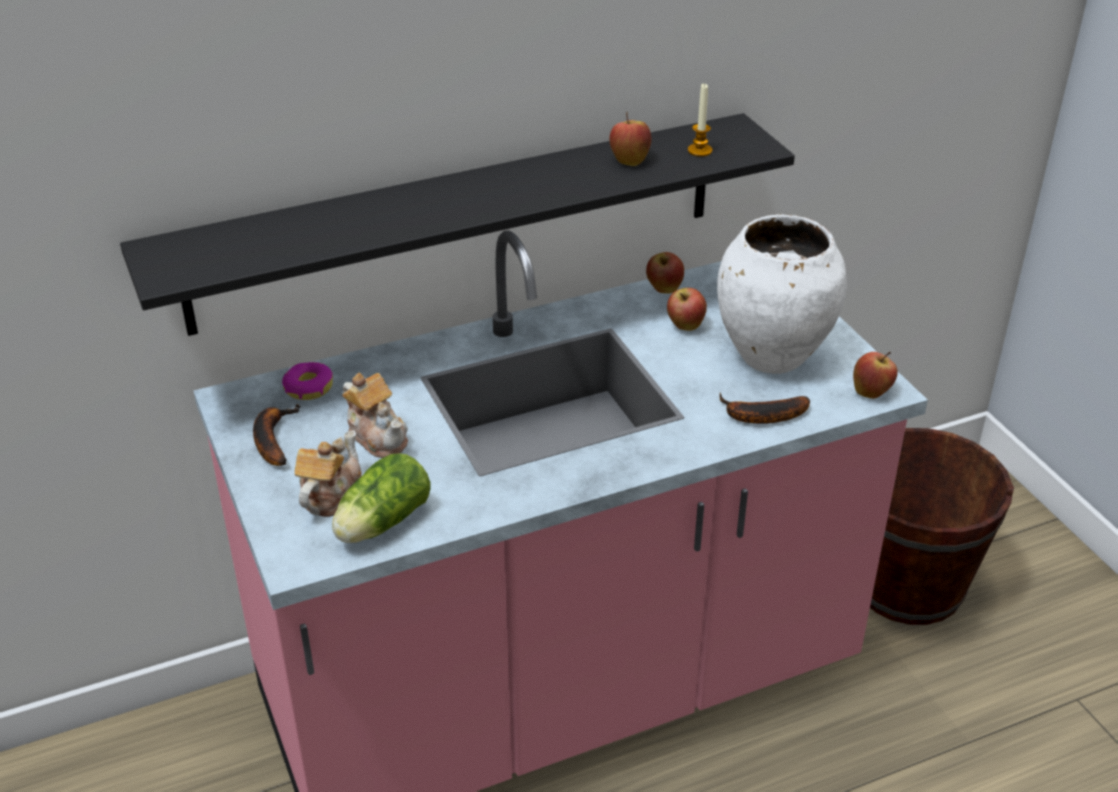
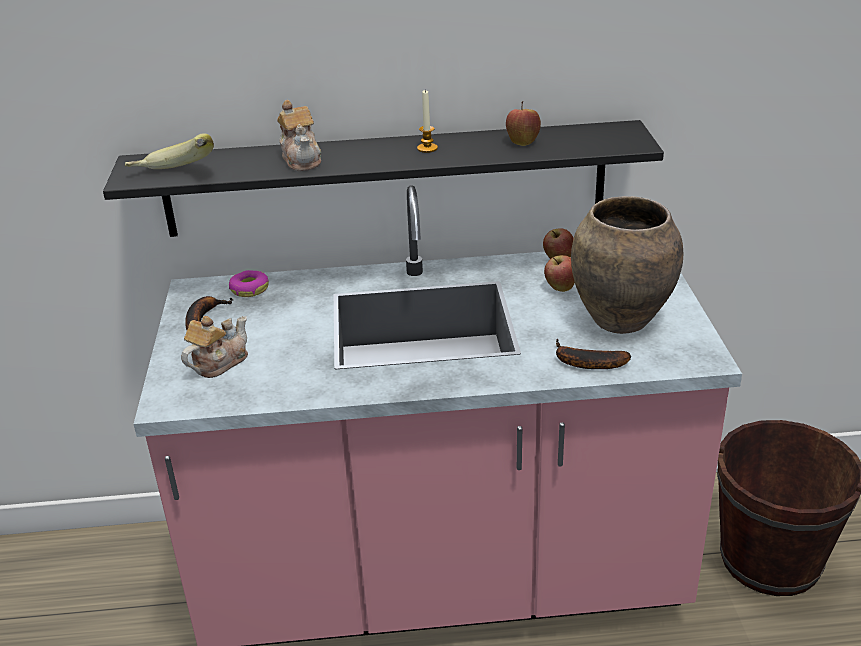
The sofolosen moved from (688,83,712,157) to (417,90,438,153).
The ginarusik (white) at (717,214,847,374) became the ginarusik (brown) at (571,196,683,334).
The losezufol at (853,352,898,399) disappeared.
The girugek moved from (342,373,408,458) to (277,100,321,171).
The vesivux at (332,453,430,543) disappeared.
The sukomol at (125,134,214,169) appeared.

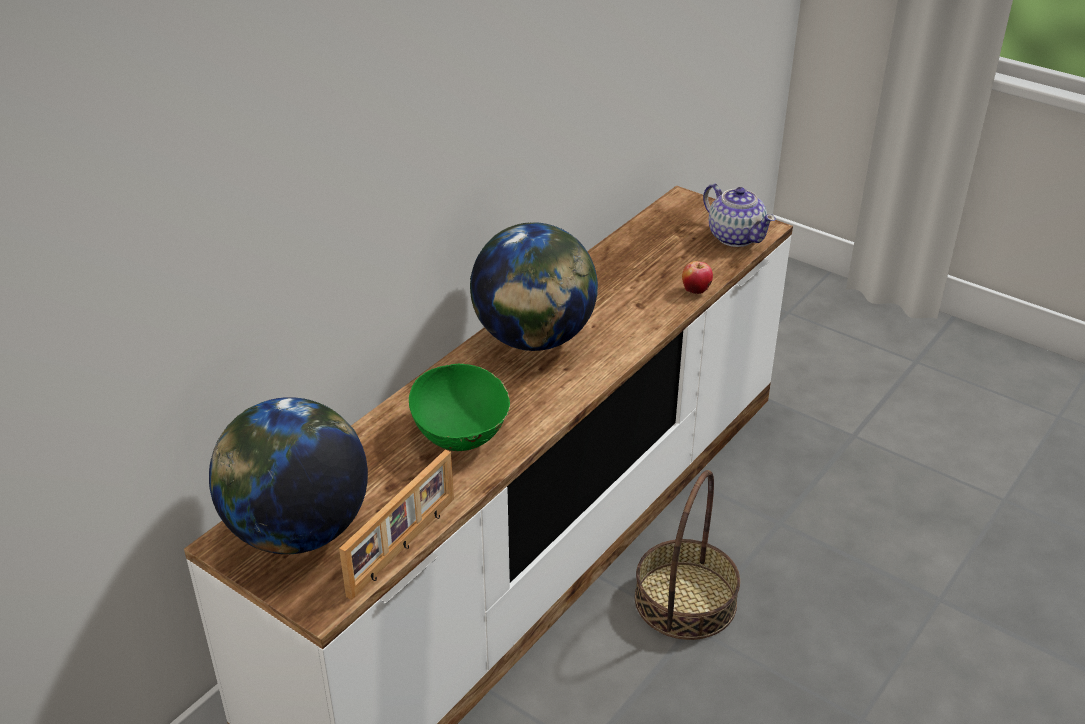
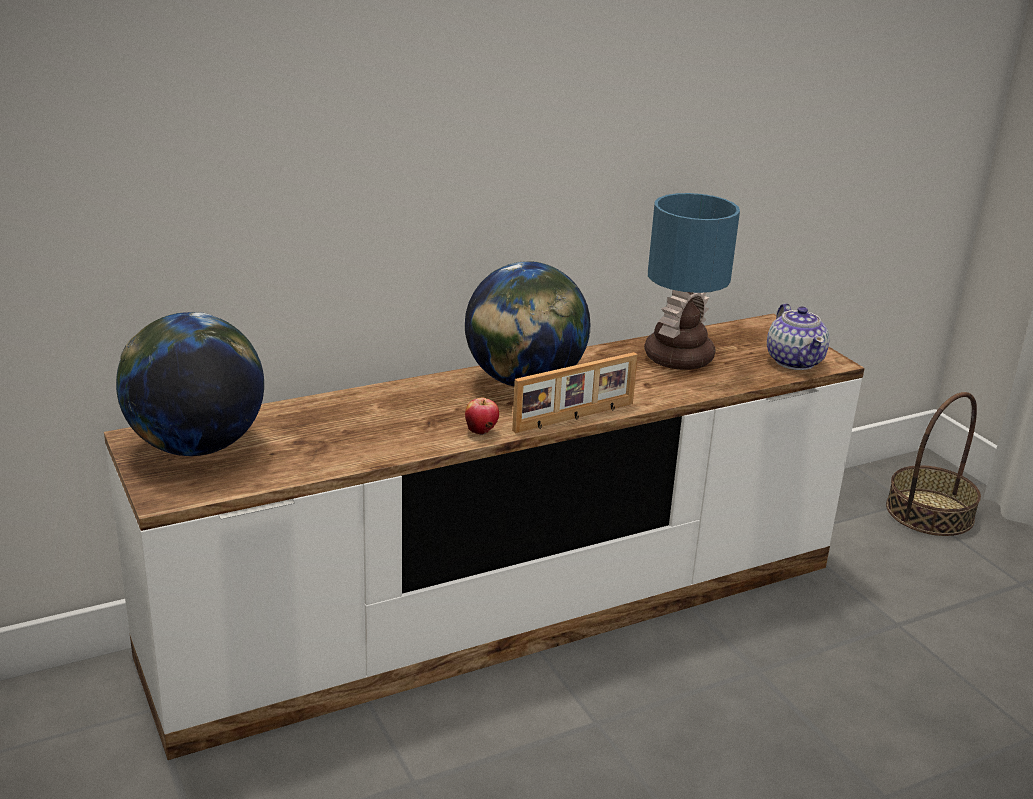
The losezufol moved from (682,261,713,294) to (465,398,499,435).
The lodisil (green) at (409,364,510,451) disappeared.
The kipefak moved from (339,449,454,600) to (512,352,638,433).
The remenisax moved from (635,470,740,640) to (886,392,981,536).
The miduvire at (644,193,740,370) appeared.

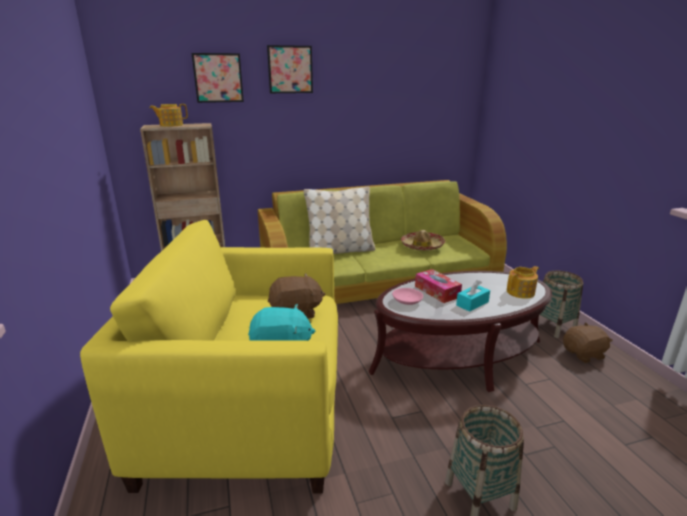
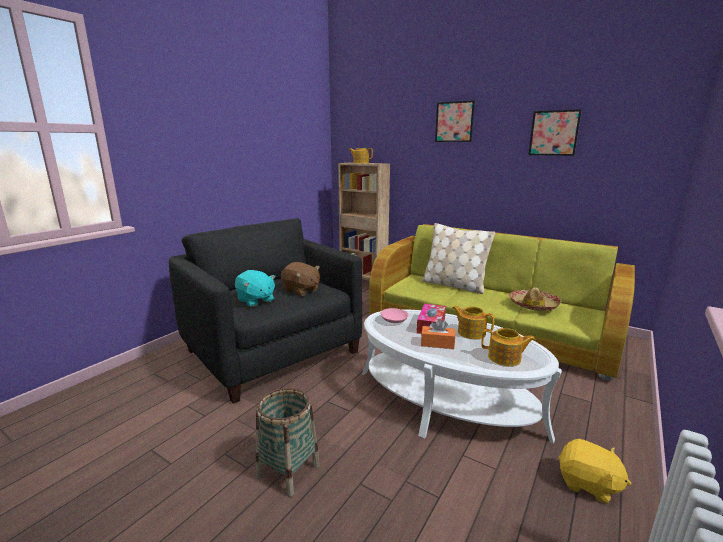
The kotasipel moved from (192,53,244,103) to (528,109,582,156).
The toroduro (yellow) at (80,220,338,494) became the toroduro (black) at (169,218,362,404).
The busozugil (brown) at (369,271,552,392) became the busozugil (white) at (362,309,562,444).
The remenisax at (539,271,583,338) disappeared.
The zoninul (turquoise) at (456,280,490,312) became the zoninul (orange) at (421,319,455,349).
The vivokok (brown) at (563,322,613,363) became the vivokok (yellow) at (558,439,631,504).
The girugek at (452,305,495,339) appeared.

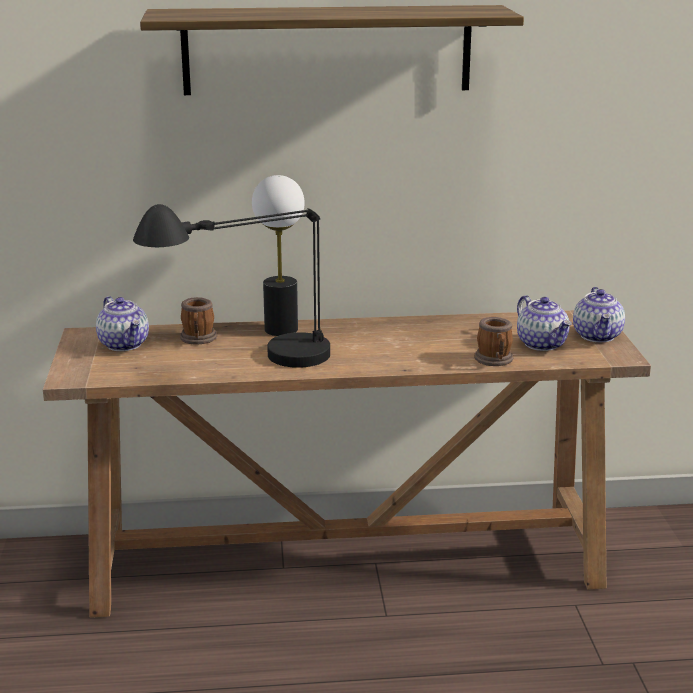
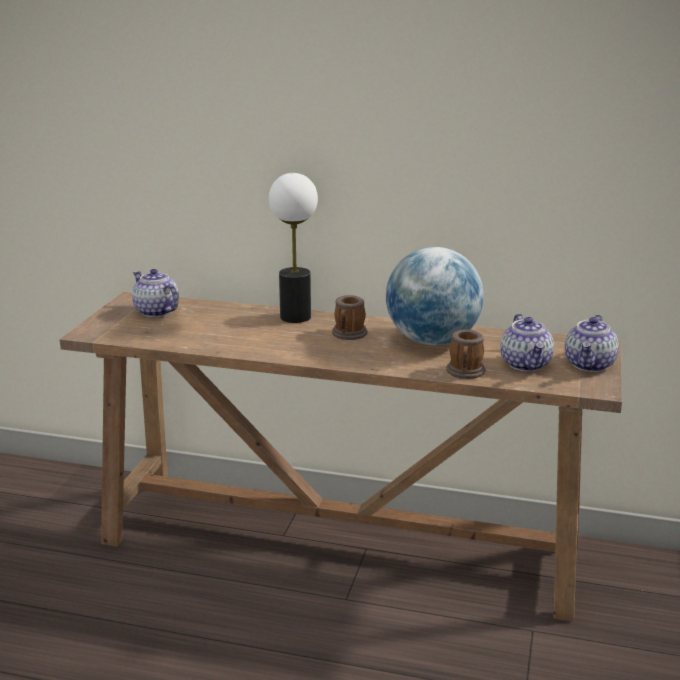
The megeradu at (140,5,524,95) disappeared.
The miduvire (black) at (133,204,330,368) disappeared.
The girugek at (96,296,149,351) turned 150 degrees clockwise.
The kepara moved from (180,297,217,344) to (332,295,367,340).
The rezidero at (386,247,484,345) appeared.

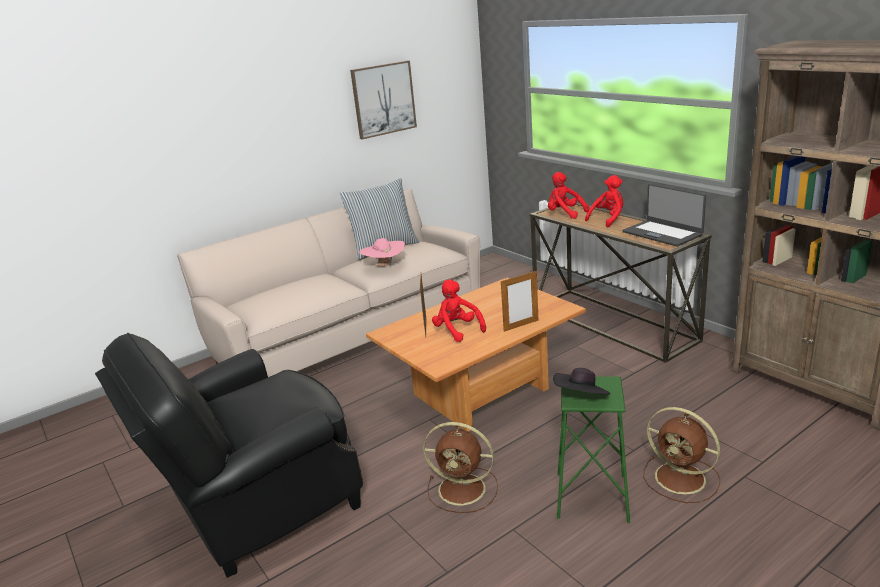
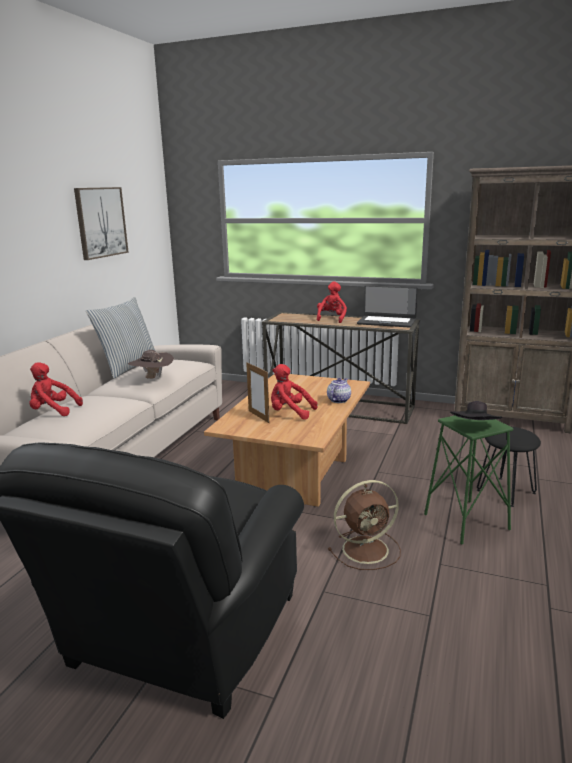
The vivokok (red) moved from (548,172,589,219) to (30,362,83,416).
The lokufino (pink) at (359,238,405,267) became the lokufino (brown) at (128,350,174,379).
The kipefak at (501,271,538,332) was replaced by the girugek at (327,378,351,403).
The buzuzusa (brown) at (643,407,720,503) was replaced by the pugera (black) at (477,427,541,507).

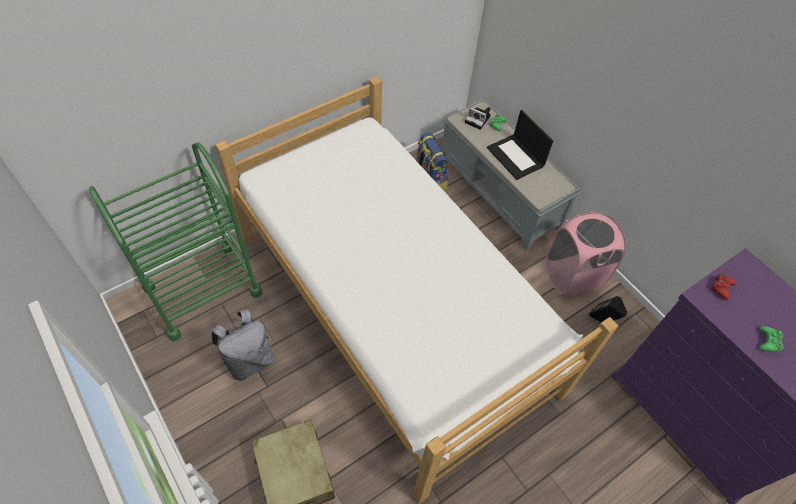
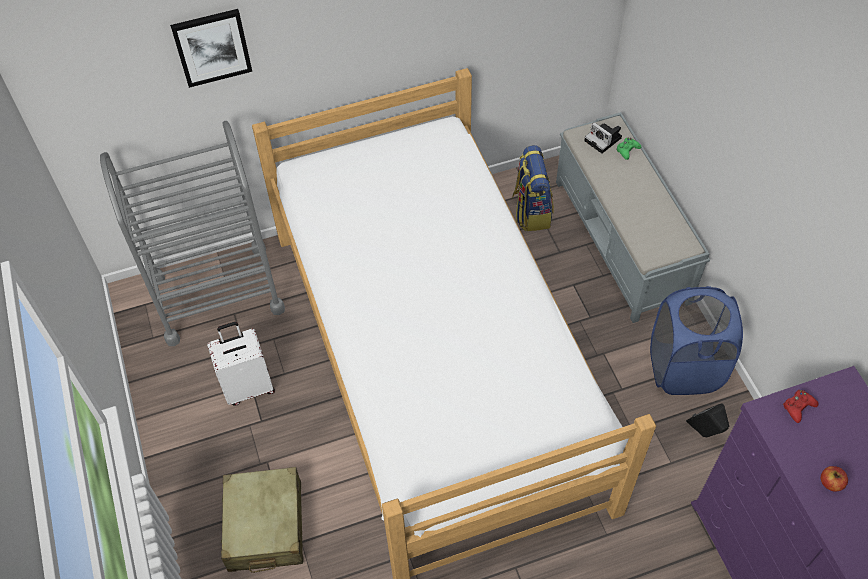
The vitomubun at (487,110,553,180) disappeared.
The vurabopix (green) at (89,143,262,341) became the vurabopix (grey) at (100,121,285,346).
The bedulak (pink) at (545,212,626,297) became the bedulak (blue) at (650,286,743,395).
The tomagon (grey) at (212,310,274,381) was replaced by the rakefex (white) at (207,322,275,405).
The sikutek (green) at (760,326,784,352) was replaced by the losezufol at (821,466,848,492).
The kotasipel at (170,9,252,88) appeared.

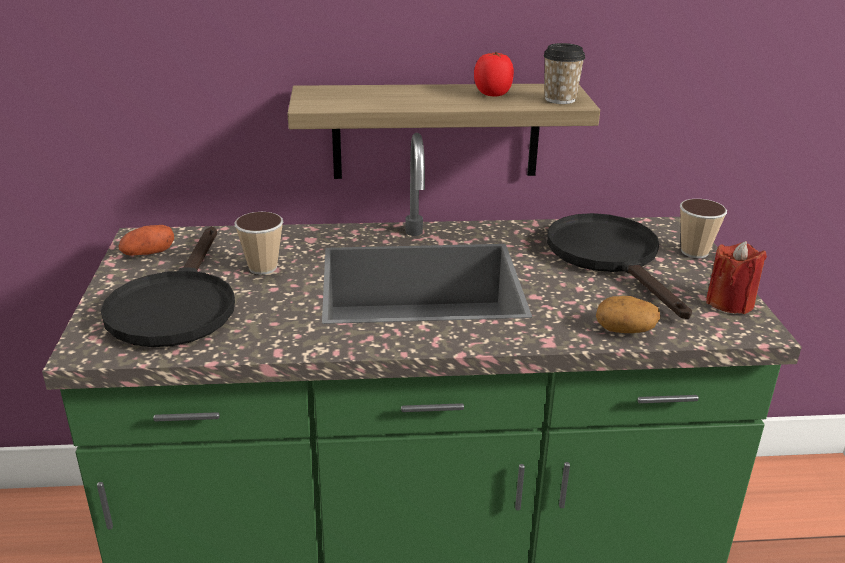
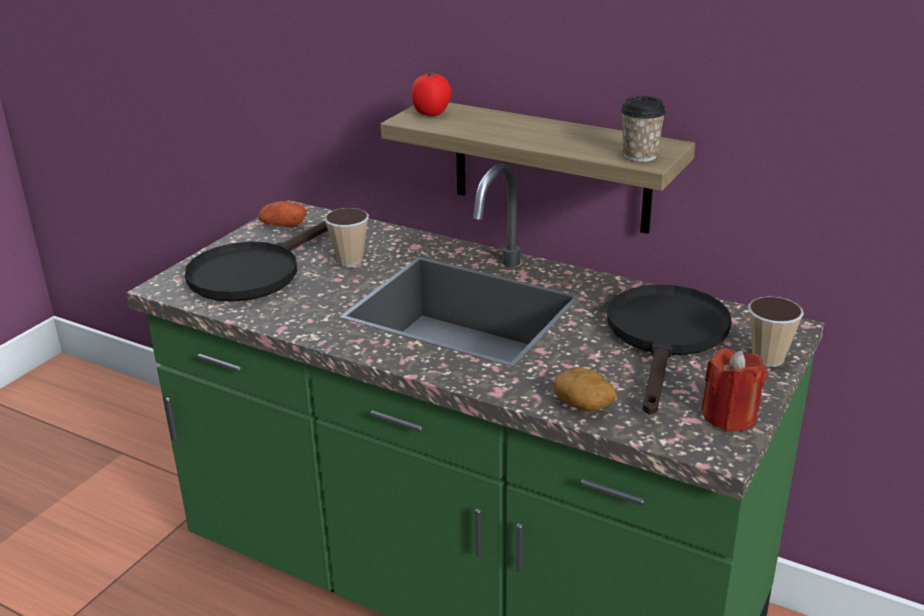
The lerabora moved from (474,52,514,97) to (411,73,451,116).

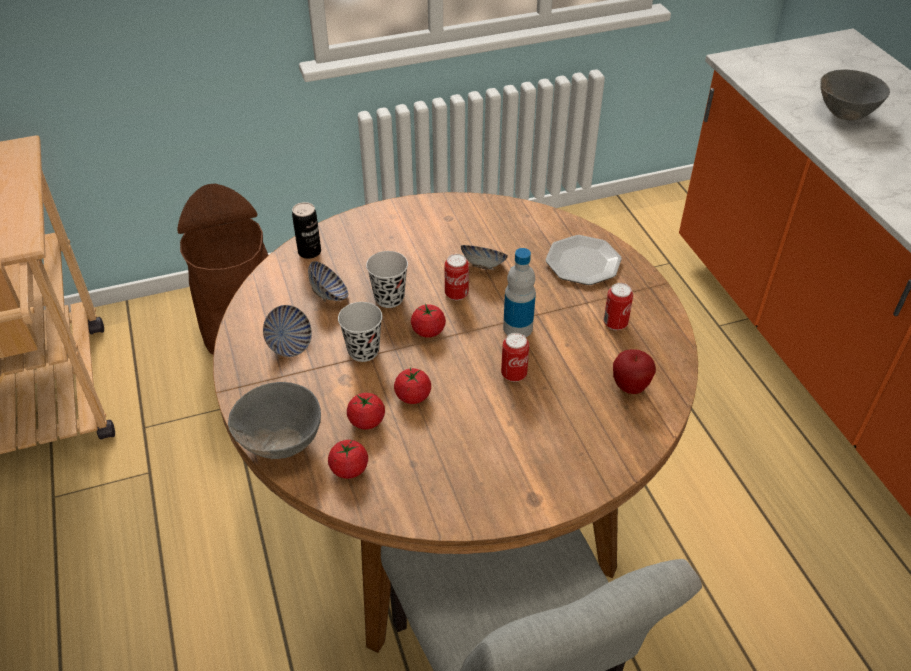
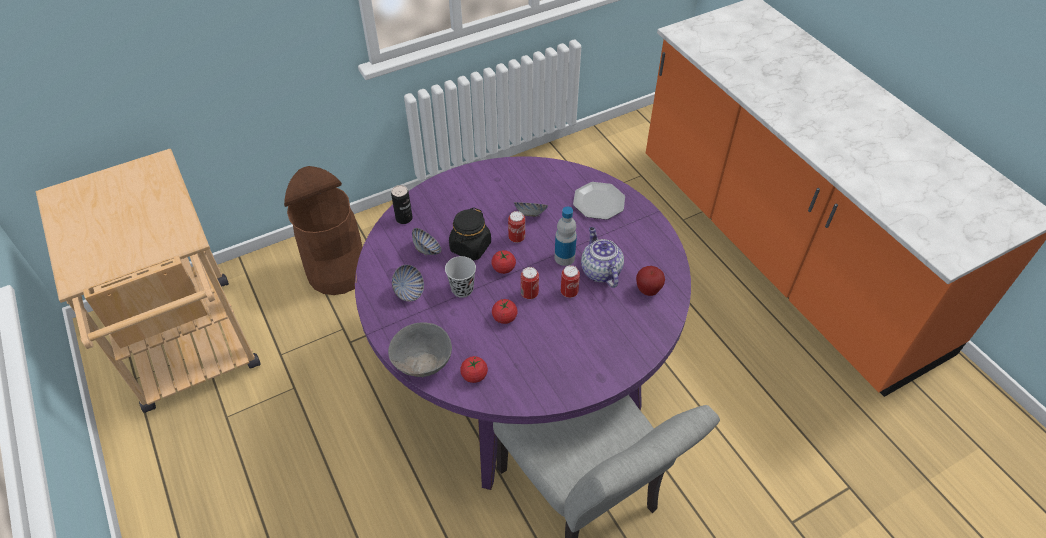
The lodisil (grey) at (821,69,890,120) disappeared.
The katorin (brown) at (213,192,698,653) became the katorin (purple) at (355,156,691,490).
The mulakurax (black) at (366,251,408,308) was replaced by the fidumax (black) at (449,207,491,260).
The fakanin moved from (604,283,633,330) to (521,267,539,299).
The lerabora at (347,393,385,429) disappeared.
The girugek at (581,227,624,288) appeared.

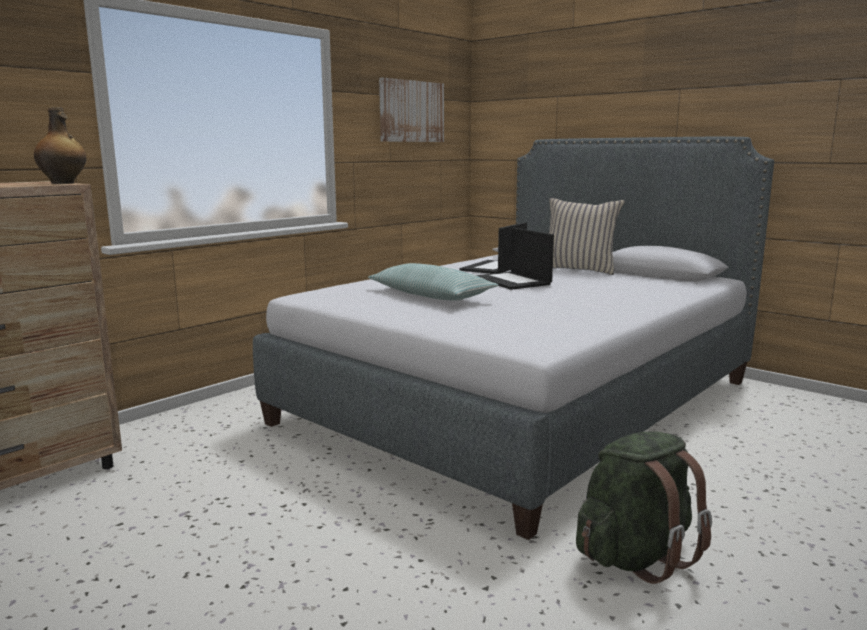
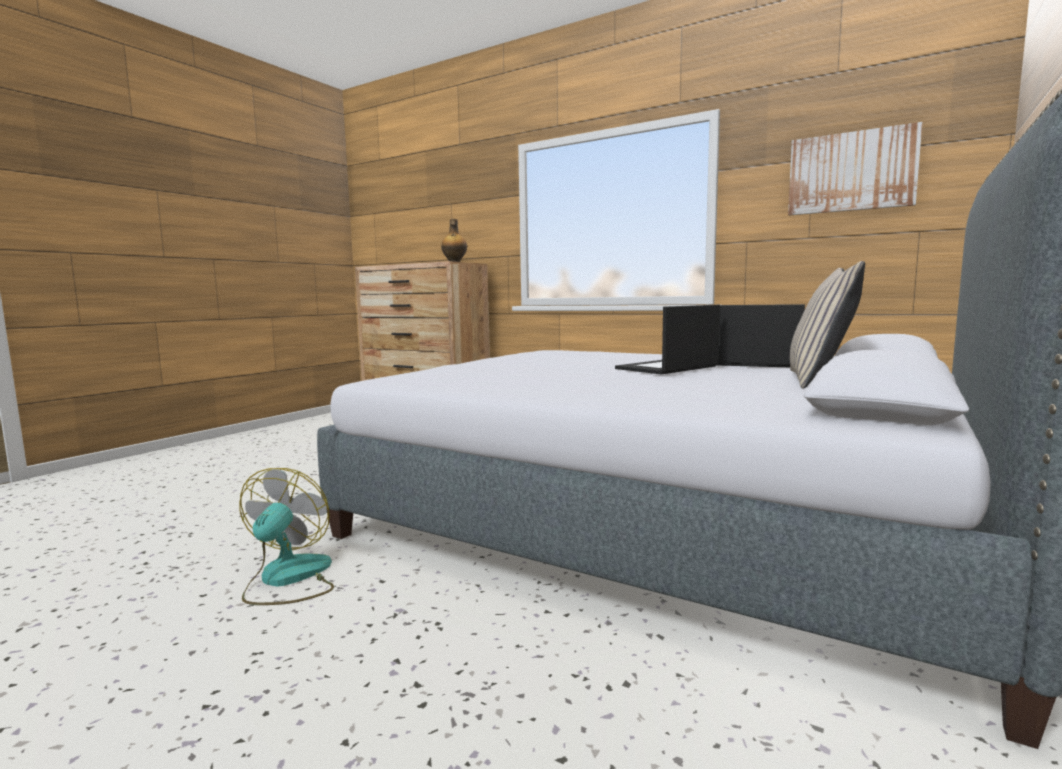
The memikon at (368,263,499,301) disappeared.
The tomagon (green) at (576,432,712,584) was replaced by the buzuzusa at (239,468,334,605).

